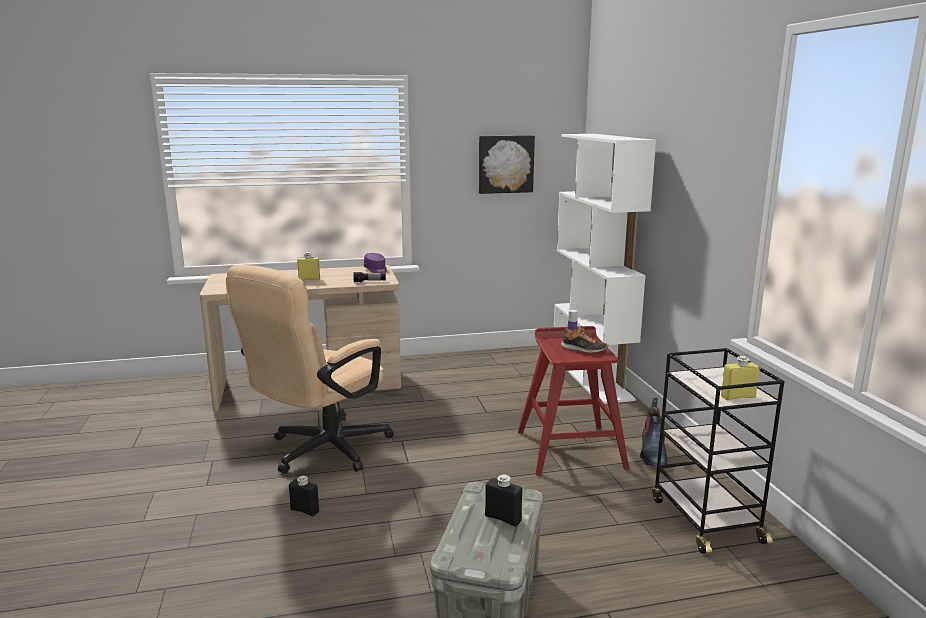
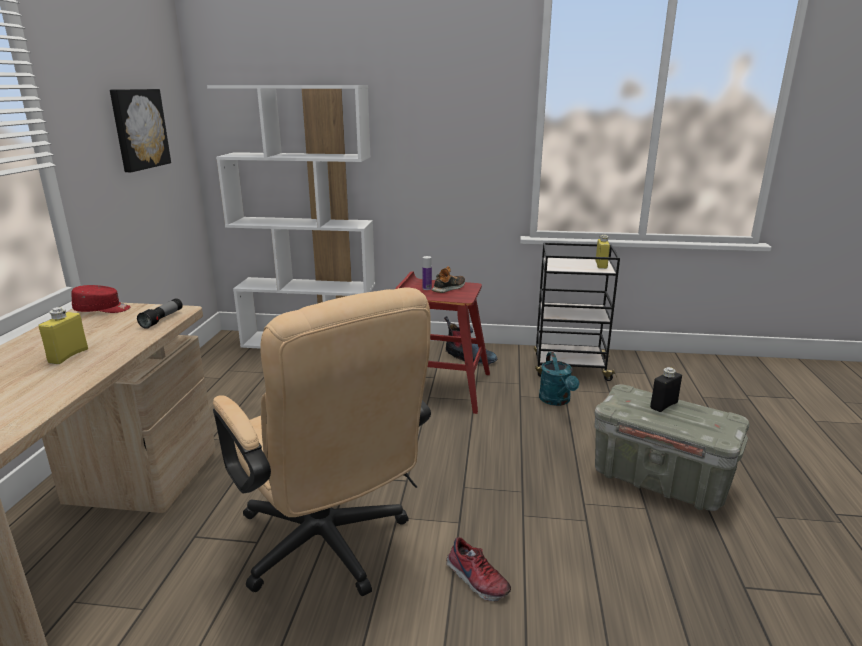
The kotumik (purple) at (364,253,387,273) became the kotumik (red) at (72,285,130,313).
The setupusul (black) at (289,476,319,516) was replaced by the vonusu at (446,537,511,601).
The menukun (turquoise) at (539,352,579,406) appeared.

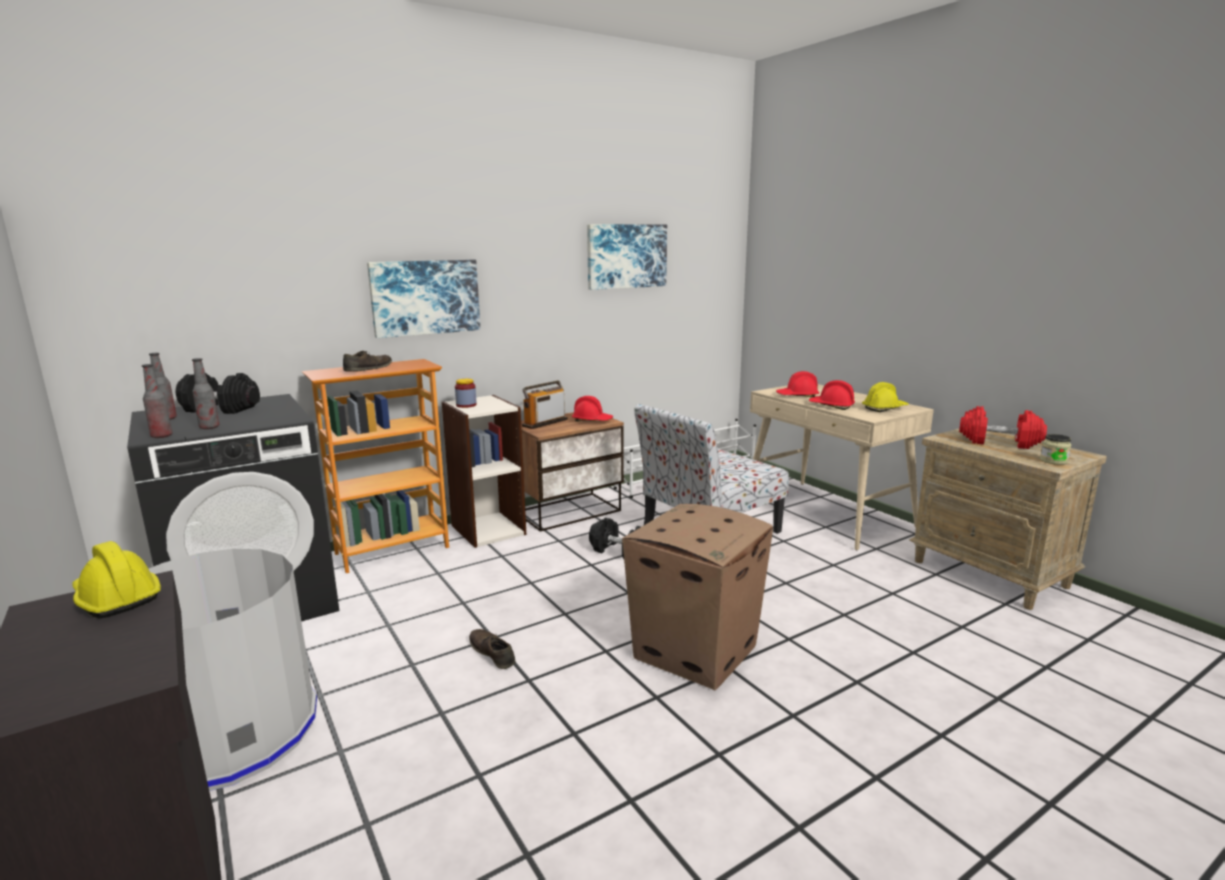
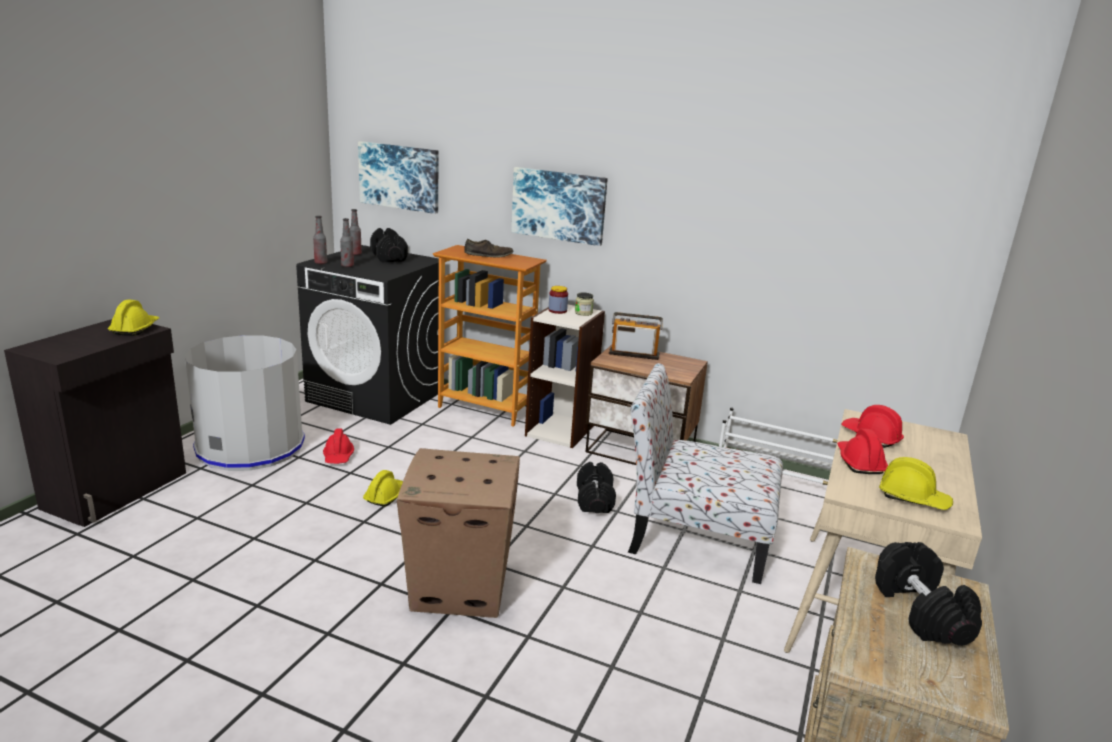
The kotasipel moved from (587,224,667,290) to (358,141,439,214).
The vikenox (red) moved from (572,396,613,422) to (323,429,354,464).
The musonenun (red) at (959,406,1047,449) became the musonenun (black) at (875,542,982,646).
The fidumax moved from (1040,434,1071,465) to (575,293,594,316).
The vonusu (brown) at (469,629,515,669) was replaced by the vikenox (yellow) at (363,470,403,506).

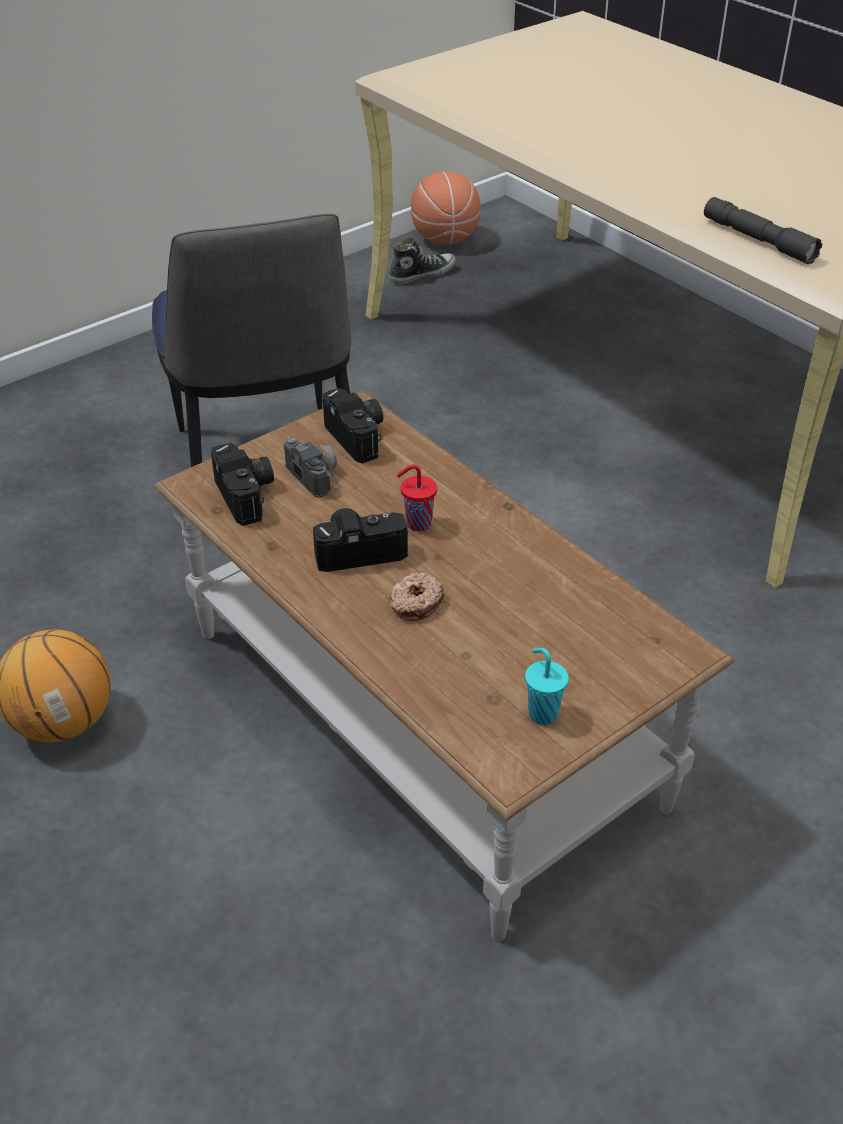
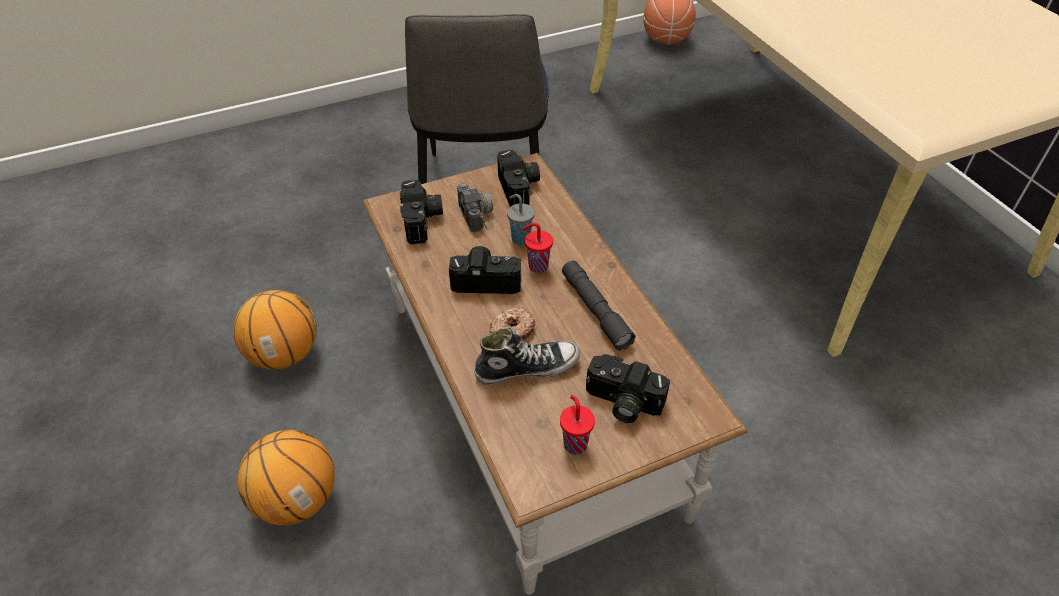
The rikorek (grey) moved from (704,197,822,264) to (562,260,636,351).
The vonusu moved from (389,237,456,284) to (474,327,580,385).
The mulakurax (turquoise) at (525,648,569,725) became the mulakurax (red) at (560,395,595,455).
The mulakurax (grey) at (507,194,535,245) appeared.
The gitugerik at (586,354,670,423) appeared.
The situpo at (237,430,335,526) appeared.

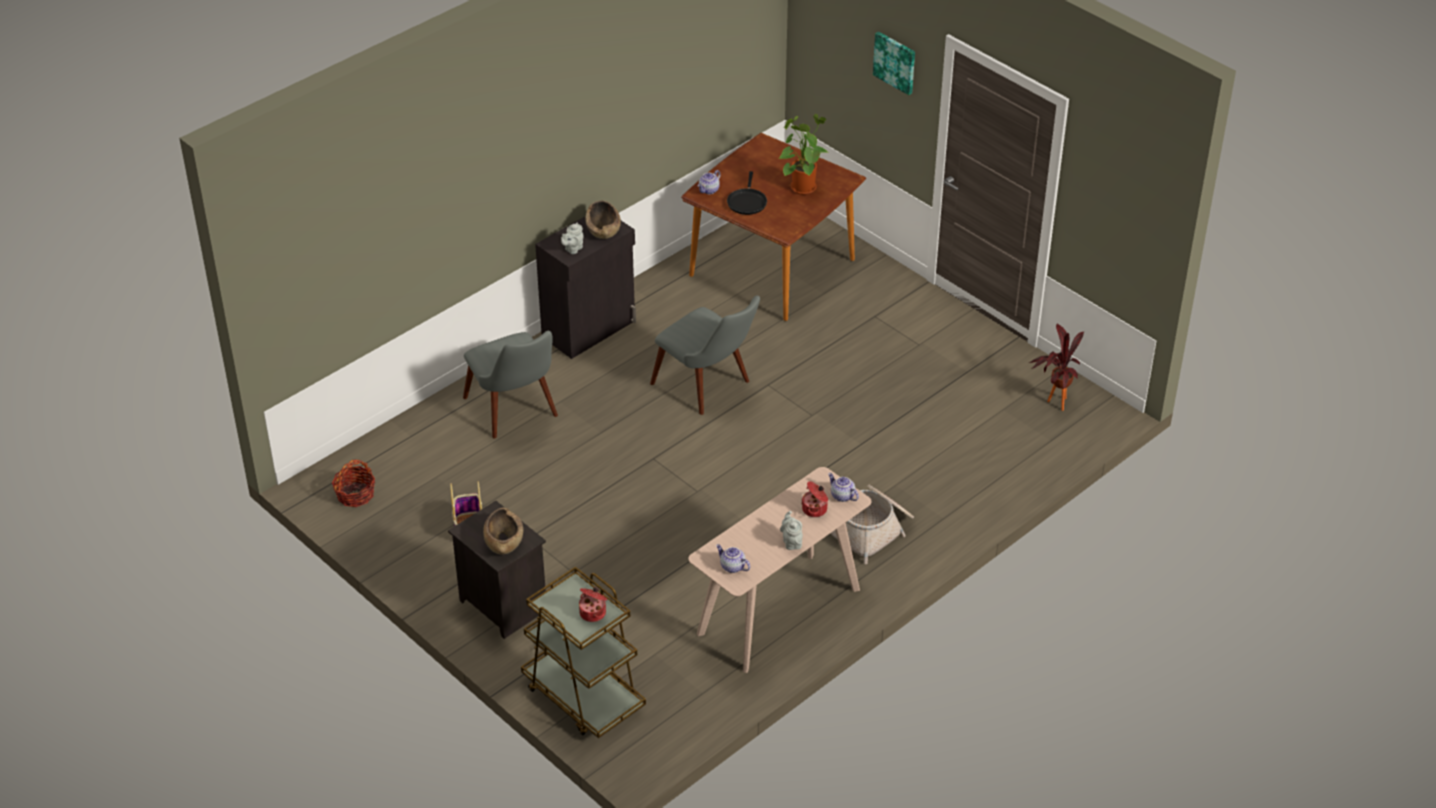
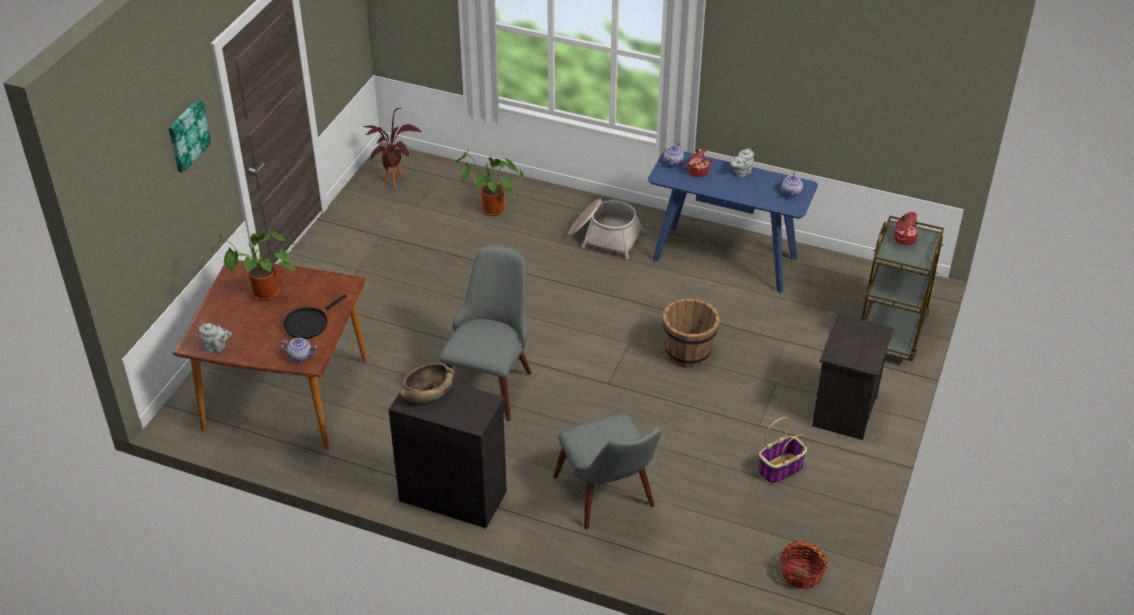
The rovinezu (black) at (727,171,767,215) turned 150 degrees clockwise.
The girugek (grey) moved from (561,222,583,254) to (199,323,232,352).
The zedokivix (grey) at (463,331,558,439) turned 120 degrees clockwise.
The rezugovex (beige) at (688,467,872,673) became the rezugovex (blue) at (648,149,818,293).
The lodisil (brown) at (483,508,523,554) disappeared.
The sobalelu at (455,149,525,216) appeared.
The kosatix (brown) at (663,298,720,368) appeared.

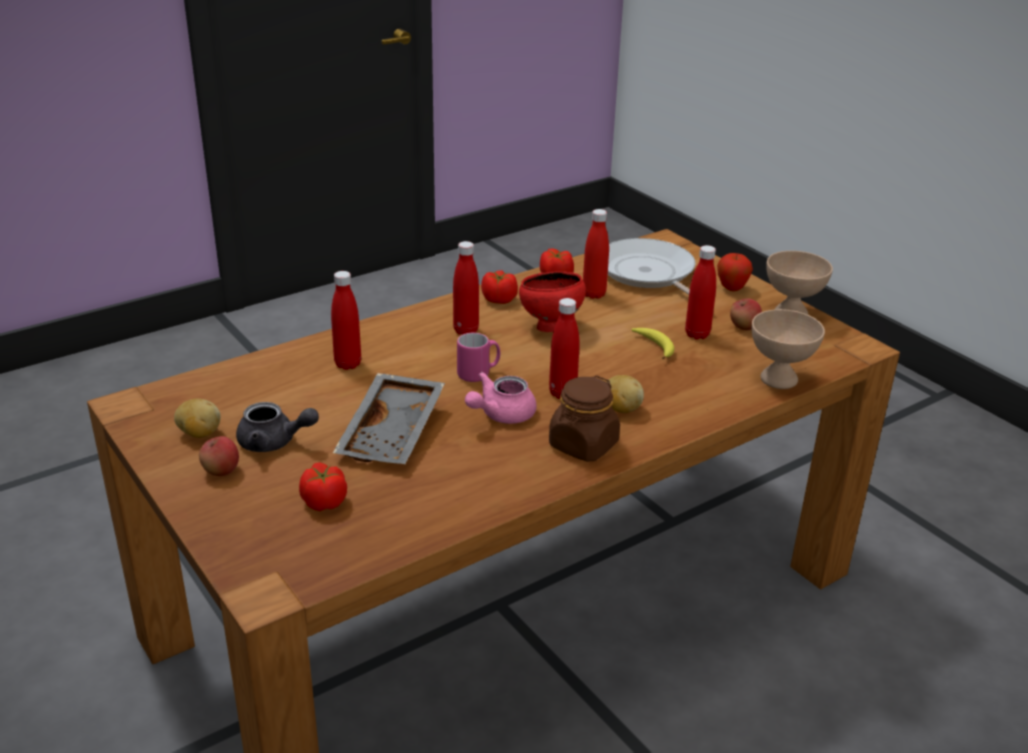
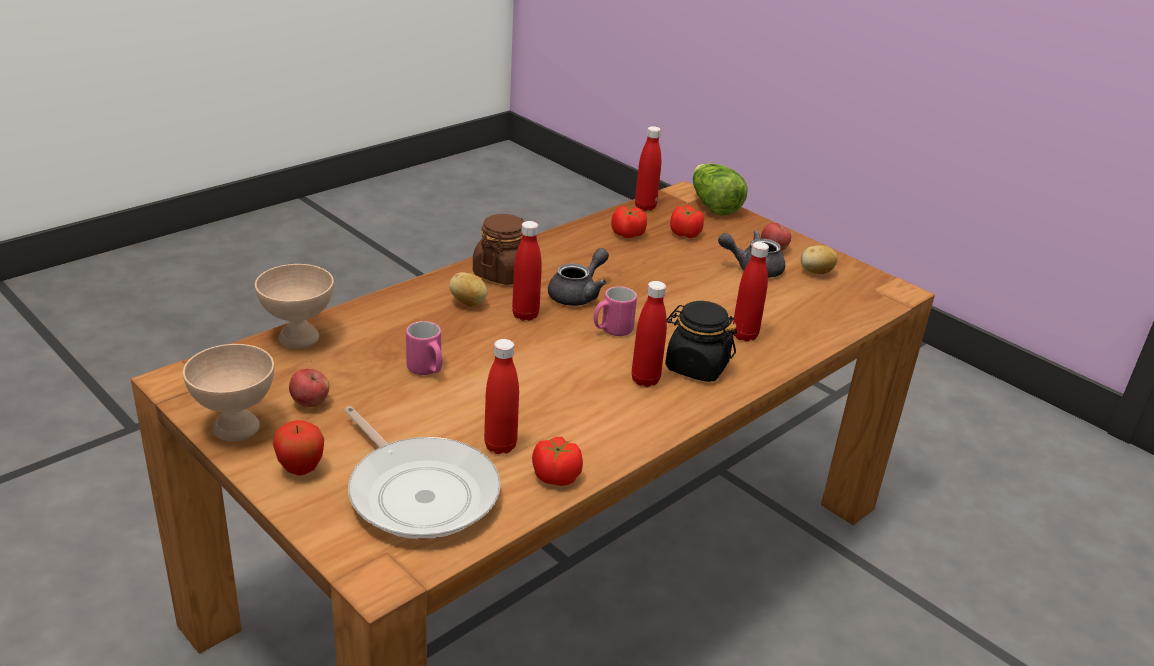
The setupusul (red) moved from (685,245,716,340) to (635,126,661,211).
The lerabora moved from (481,270,518,304) to (611,206,647,238).
The lodisil (red) at (519,271,586,332) disappeared.
The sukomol at (632,328,674,359) was replaced by the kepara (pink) at (406,321,442,375).
The girugek (pink) at (465,372,537,424) became the girugek (grey) at (548,248,609,306).
The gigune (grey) at (333,373,445,464) disappeared.
The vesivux at (693,163,748,216) appeared.
The fidumax (black) at (665,301,737,382) appeared.

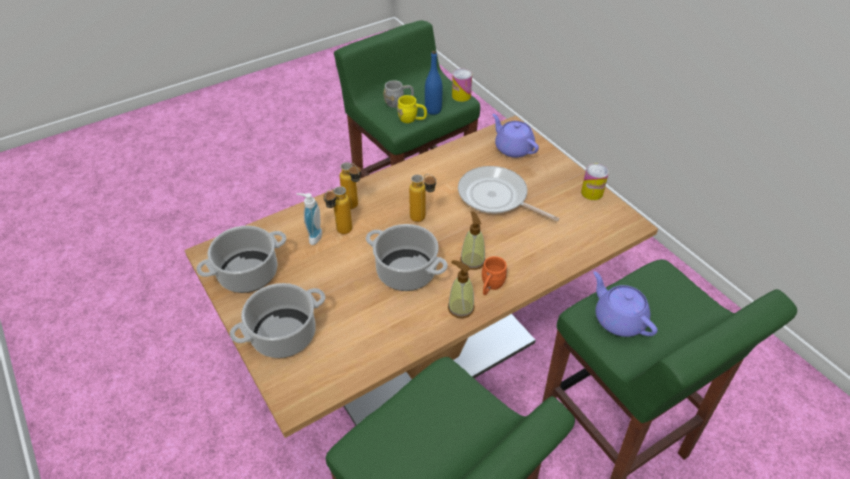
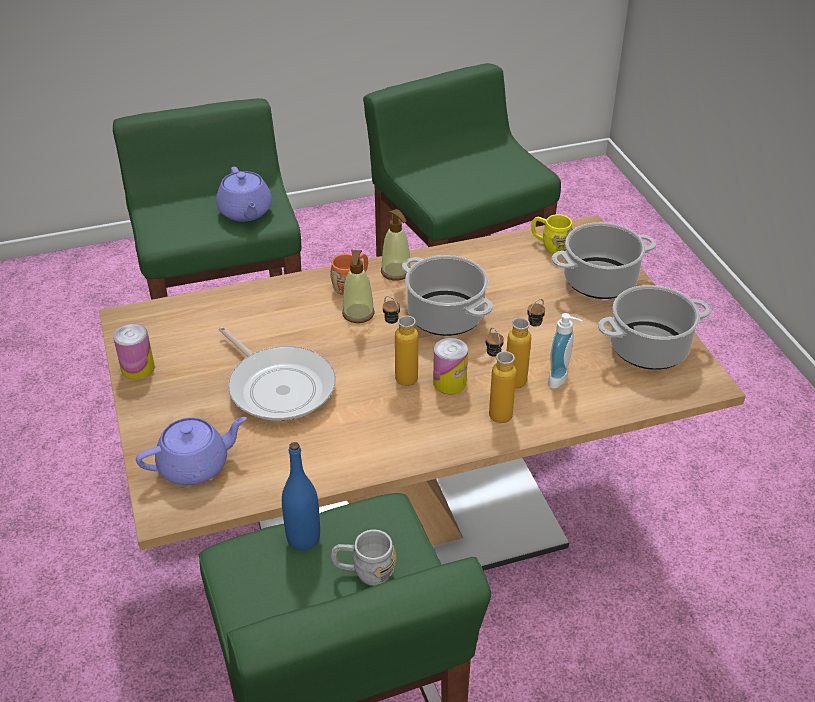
The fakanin moved from (452,69,472,102) to (433,338,468,394).
The kepara (yellow) moved from (397,95,427,123) to (531,214,573,254).
The girugek (purple) at (492,114,539,158) turned 90 degrees counterclockwise.

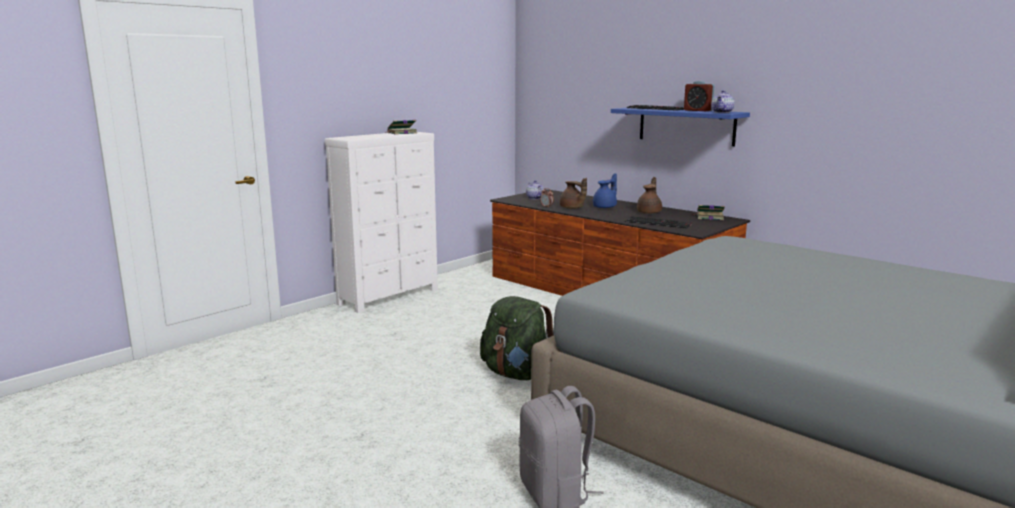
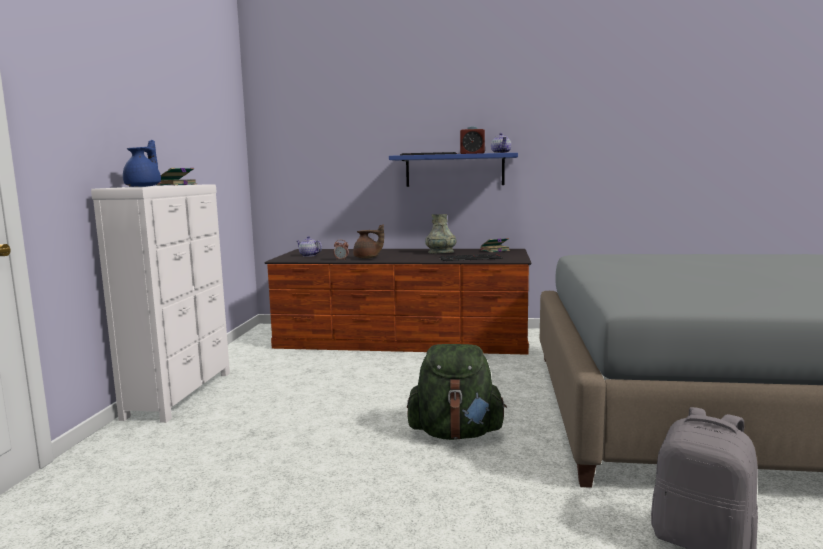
The girugek (blue) moved from (593,173,617,208) to (123,140,161,187).
The girugek (brown) at (637,177,662,214) was replaced by the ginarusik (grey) at (425,214,457,254).

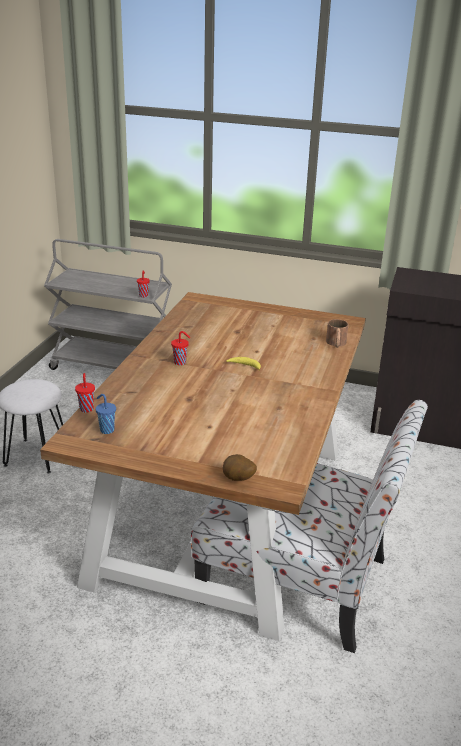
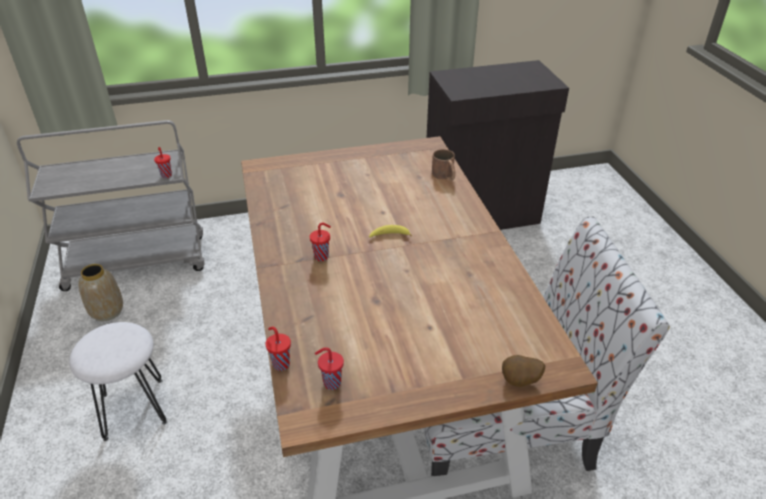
The mulakurax (blue) at (96,394,116,434) became the mulakurax (red) at (315,347,344,390).
The ginarusik at (78,264,123,321) appeared.

